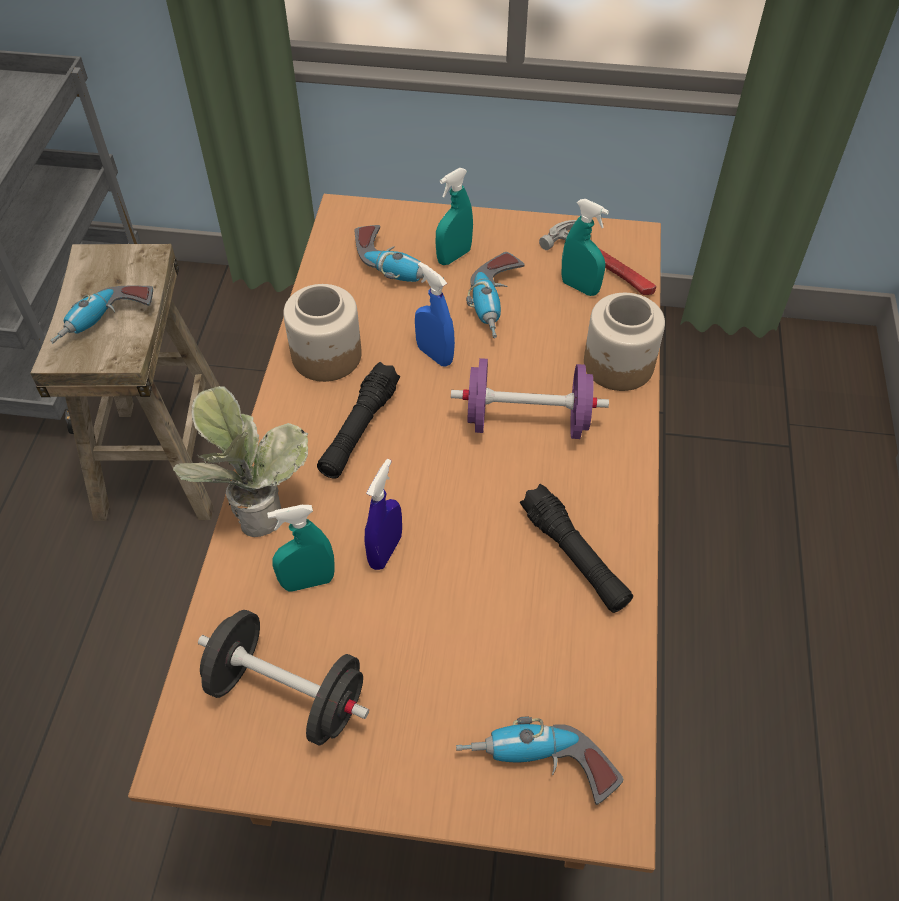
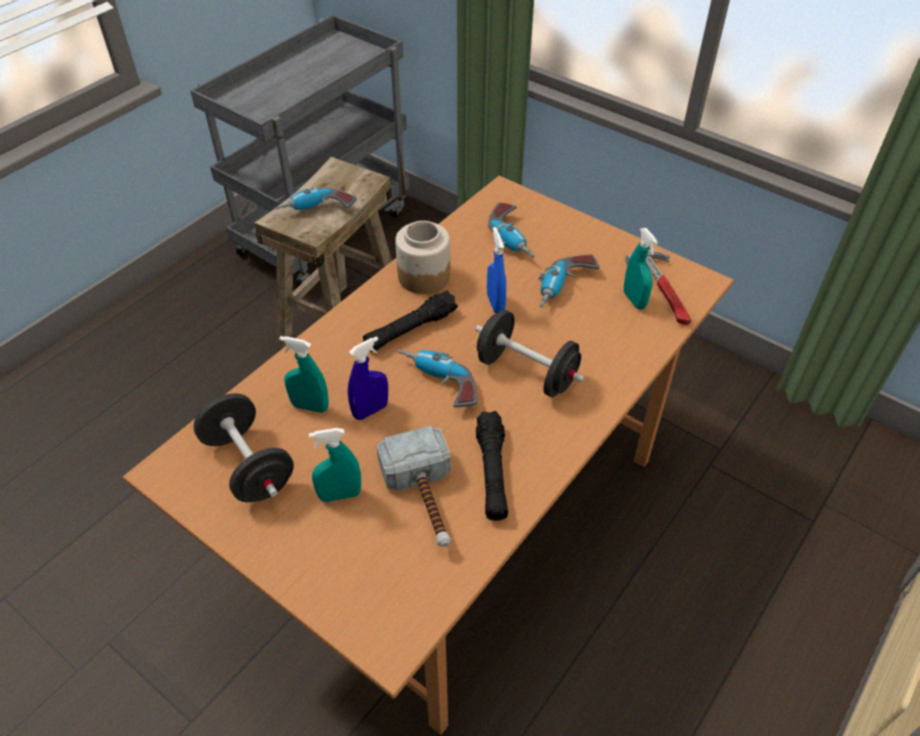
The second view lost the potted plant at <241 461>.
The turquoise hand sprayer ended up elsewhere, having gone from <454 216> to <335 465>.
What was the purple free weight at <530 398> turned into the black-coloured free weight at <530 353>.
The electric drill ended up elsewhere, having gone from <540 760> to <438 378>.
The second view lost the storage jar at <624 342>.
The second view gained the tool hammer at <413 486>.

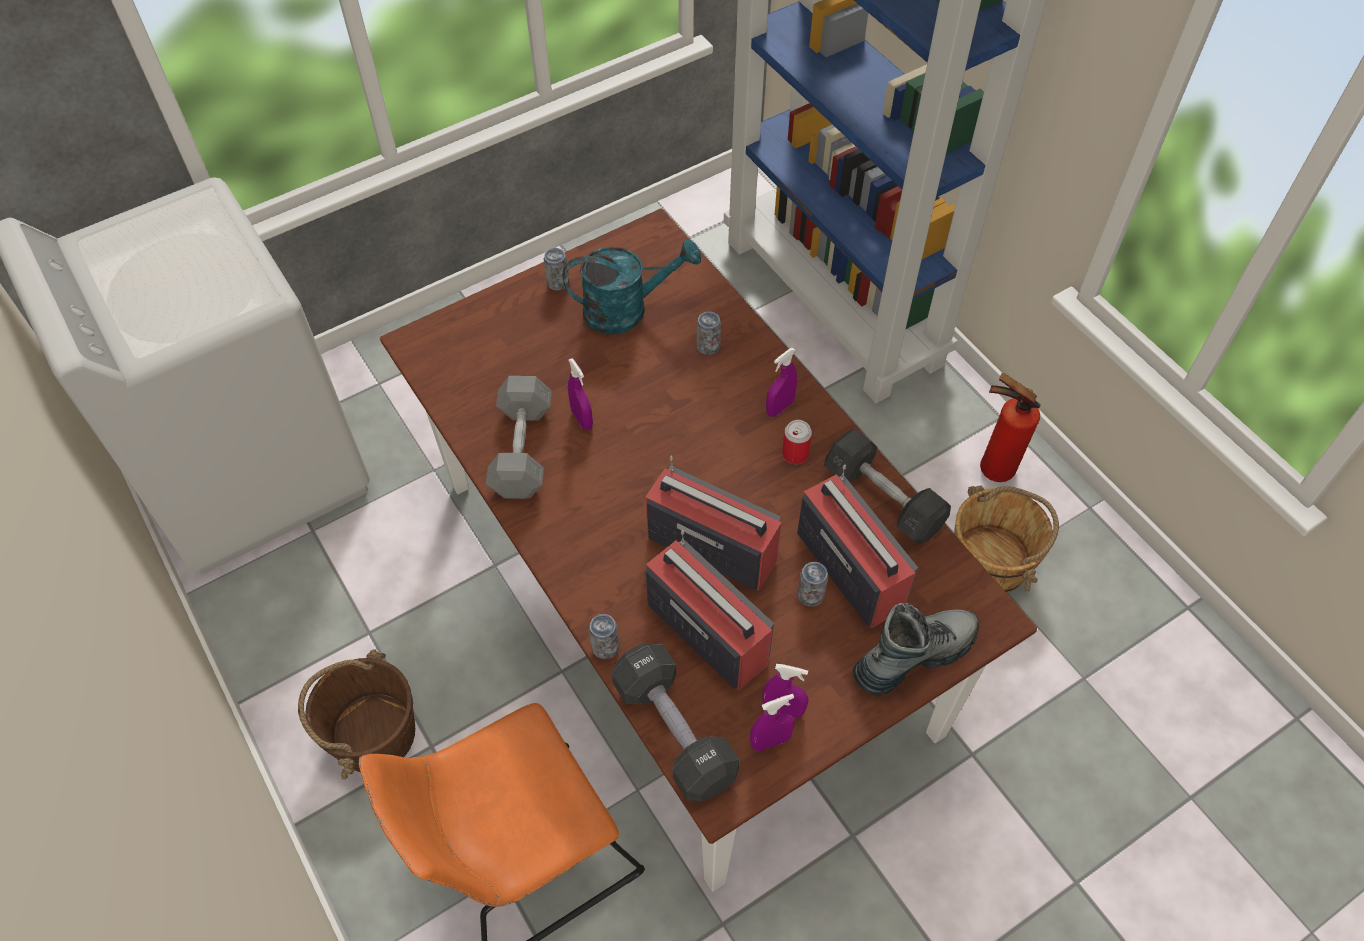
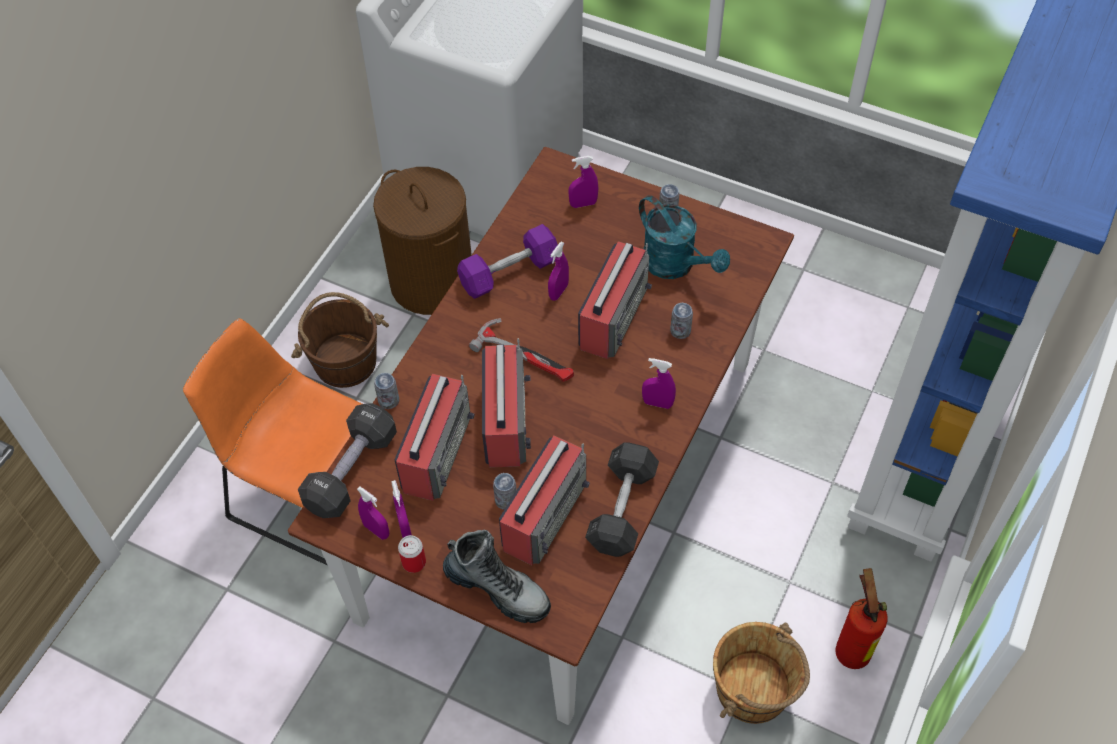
What was the gray free weight at <519 437> turned into the purple free weight at <507 261>.
The metal can ended up elsewhere, having gone from <797 442> to <412 554>.
The second view gained the brownish washing basket at <422 241>.
The second view gained the tool hammer at <521 350>.
The second view gained the purple hand sprayer at <583 182>.
The second view gained the radio at <615 300>.

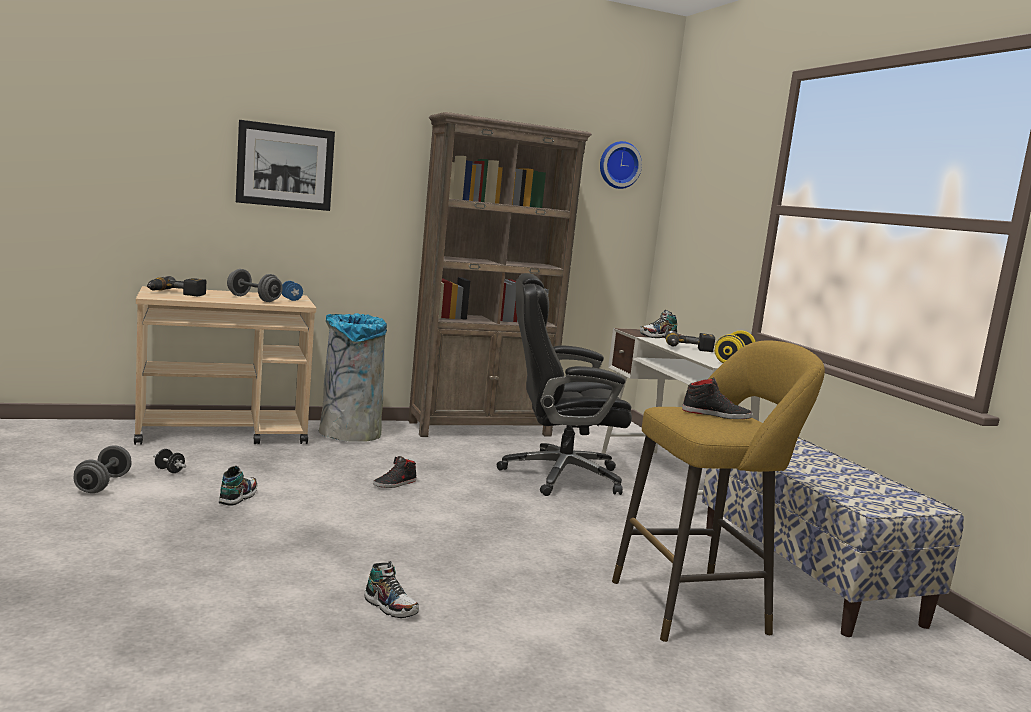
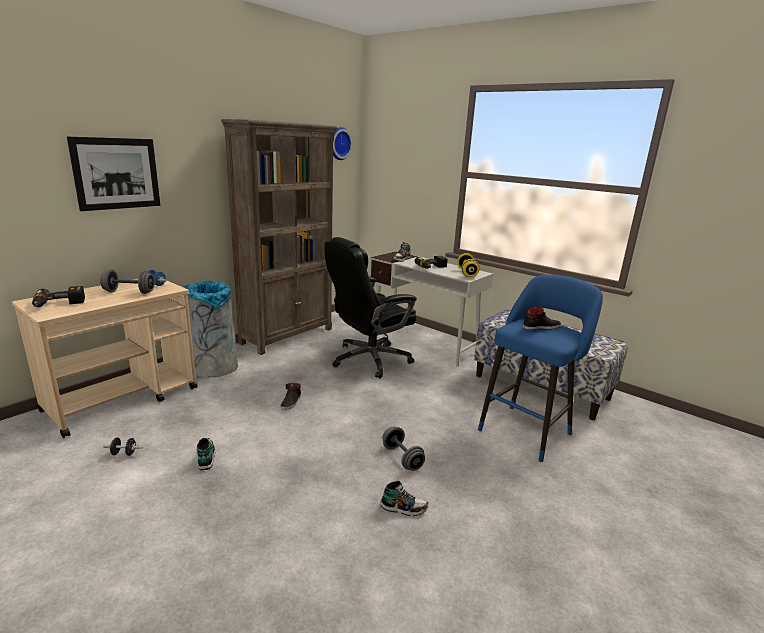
The gray free weight ended up elsewhere, having gone from <103 469> to <403 449>.
What was the yellow-coloured sitting stool at <718 491> turned into the blue sitting stool at <540 368>.

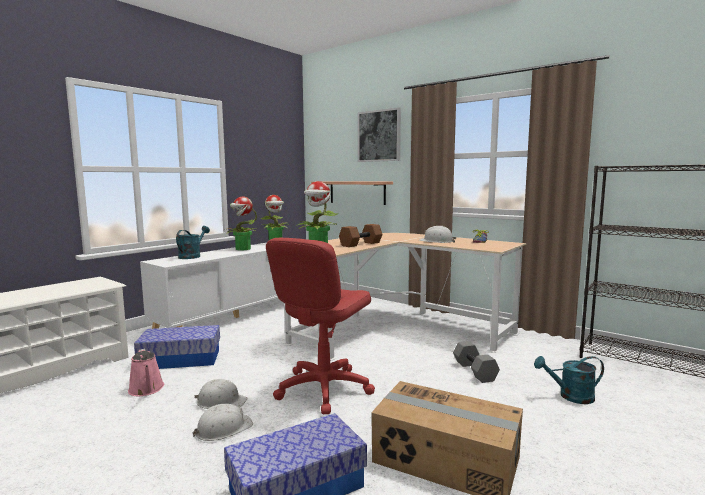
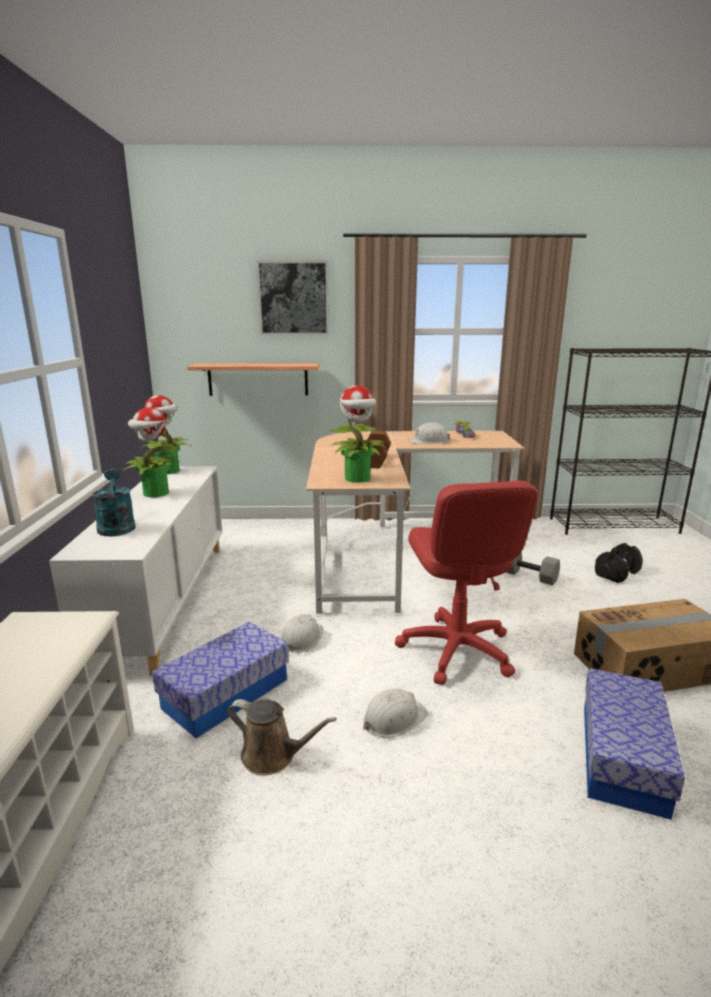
What was the pinkish watering can at <146 372> turned into the brownish watering can at <282 737>.
The white-coloured hard hat ended up elsewhere, having gone from <222 422> to <302 633>.
Where the turquoise watering can stood at <569 380>, the black-coloured free weight came to stand at <619 563>.

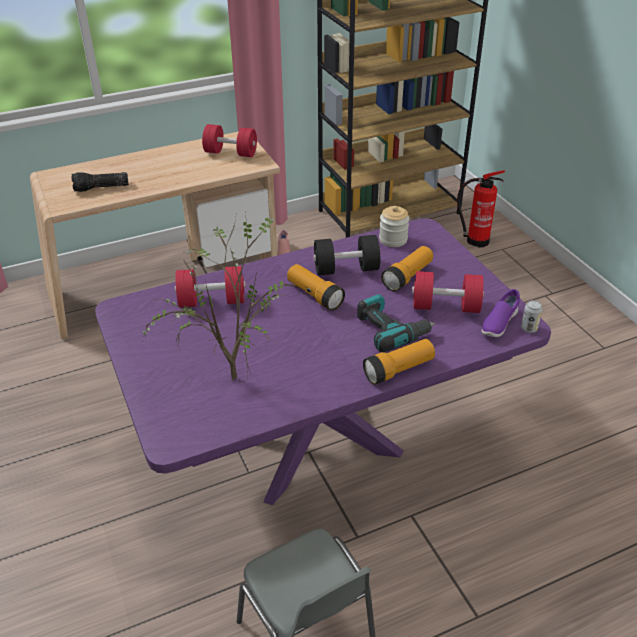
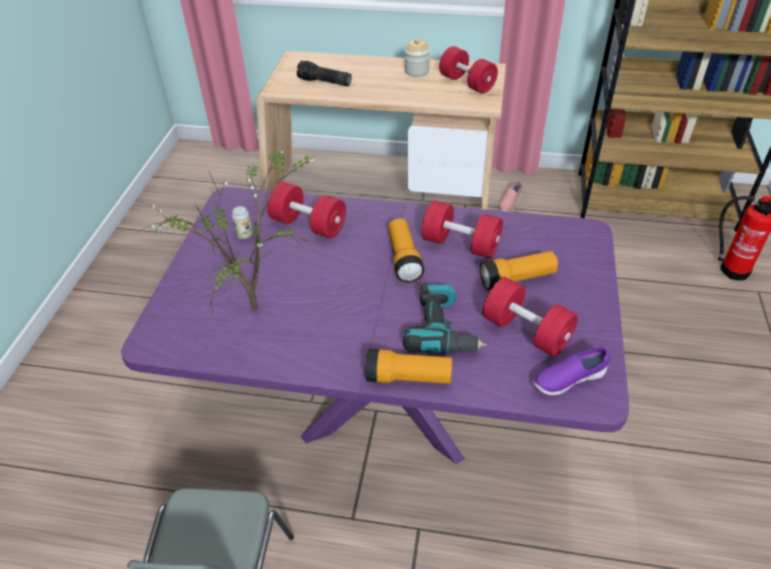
What was the black-coloured free weight at <346 255> turned into the red-coloured free weight at <462 229>.
The storage jar ended up elsewhere, having gone from <394 226> to <417 58>.
The metal can ended up elsewhere, having gone from <531 316> to <242 222>.

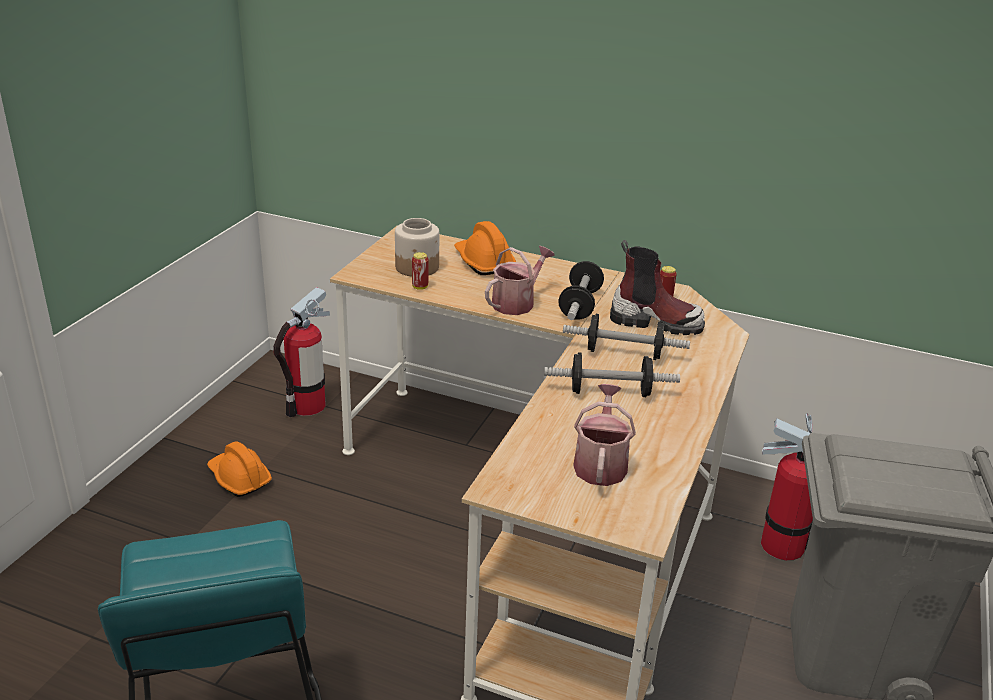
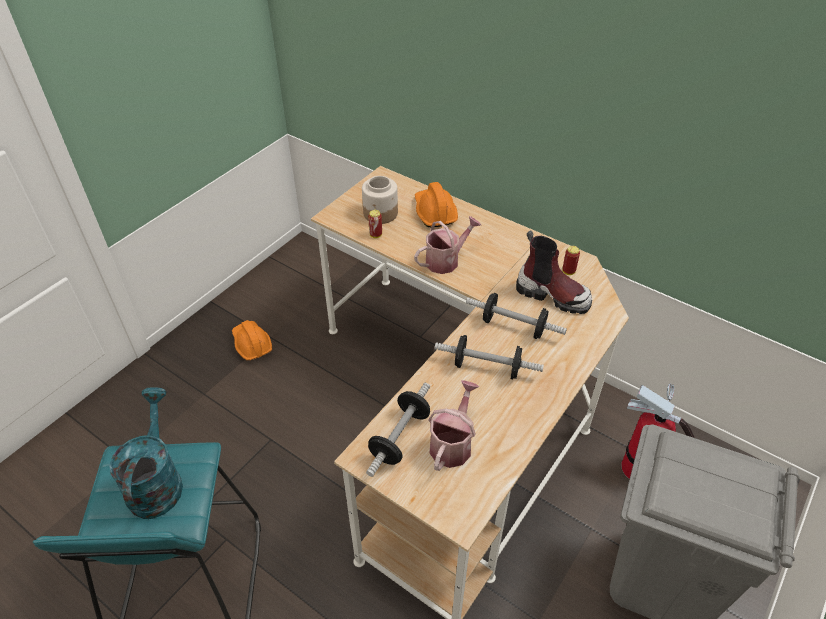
The second view lost the fire extinguisher at <301 352>.
The free weight ended up elsewhere, having gone from <581 290> to <398 430>.
The second view gained the turquoise watering can at <146 453>.

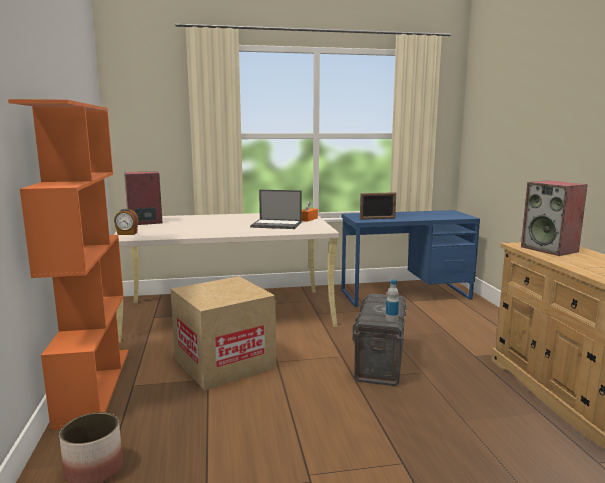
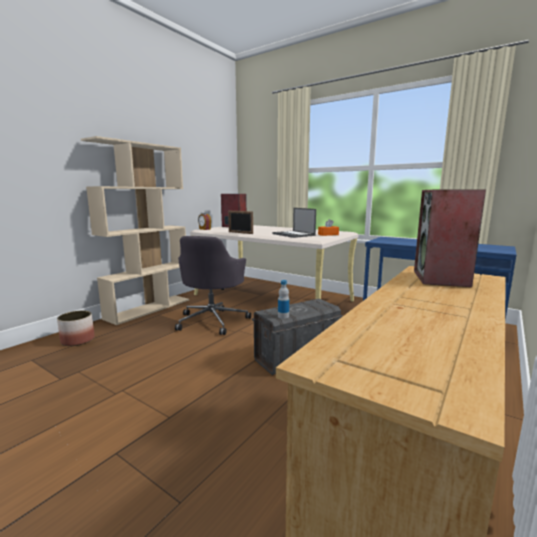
What was the orange-coloured bookcase at <68 264> turned into the sand-coloured bookcase at <135 230>.
Where the carton stood at <223 333>, the gray office chair came to stand at <213 285>.
The picture frame ended up elsewhere, having gone from <378 206> to <240 222>.

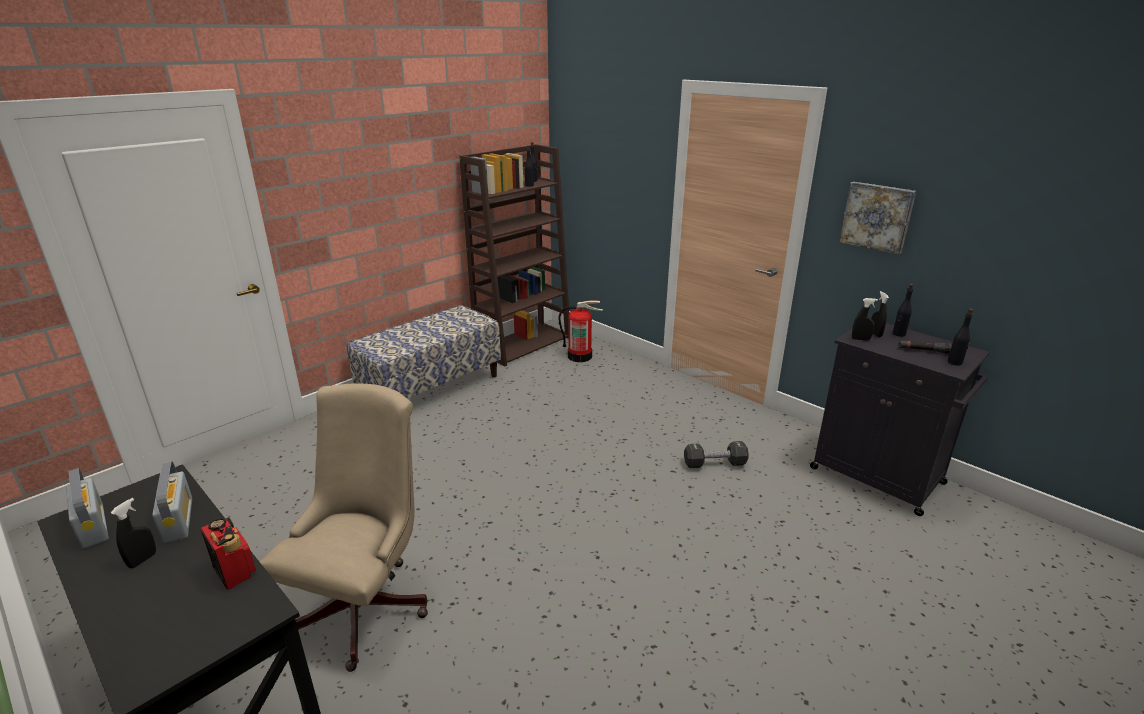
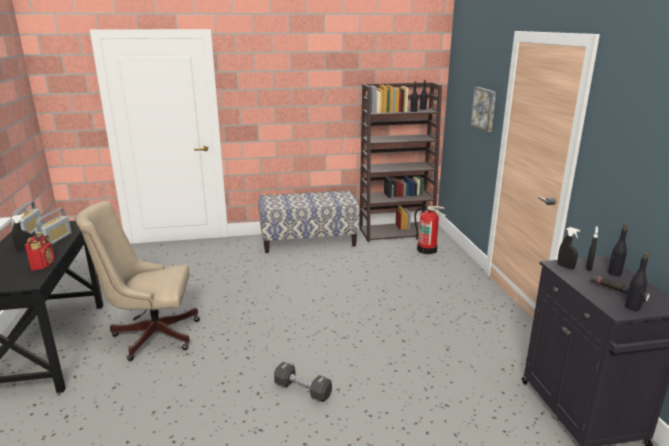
The sand-coloured office chair at <343 527> ended up facing another way, 150 degrees counterclockwise from before.
The black-coloured free weight ended up elsewhere, having gone from <716 454> to <303 382>.
The wall picture ended up elsewhere, having gone from <877 218> to <483 109>.

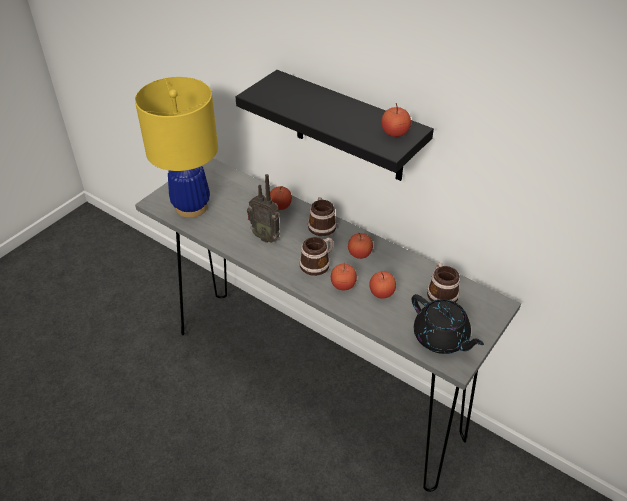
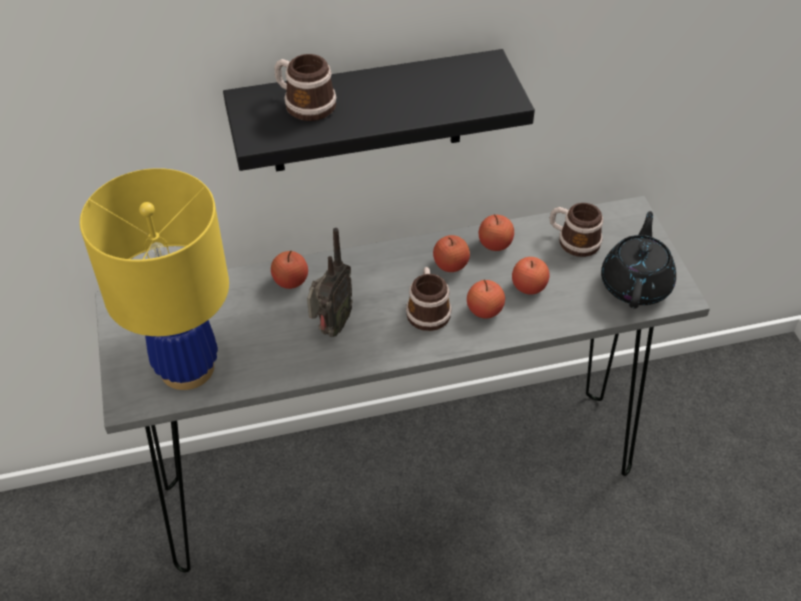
The radio at <263 208> ended up facing another way, 45 degrees counterclockwise from before.
The mug ended up elsewhere, having gone from <322 216> to <305 87>.
The whole apple ended up elsewhere, having gone from <396 120> to <496 232>.
The black-coloured tea pot at <448 324> ended up facing another way, 75 degrees counterclockwise from before.

